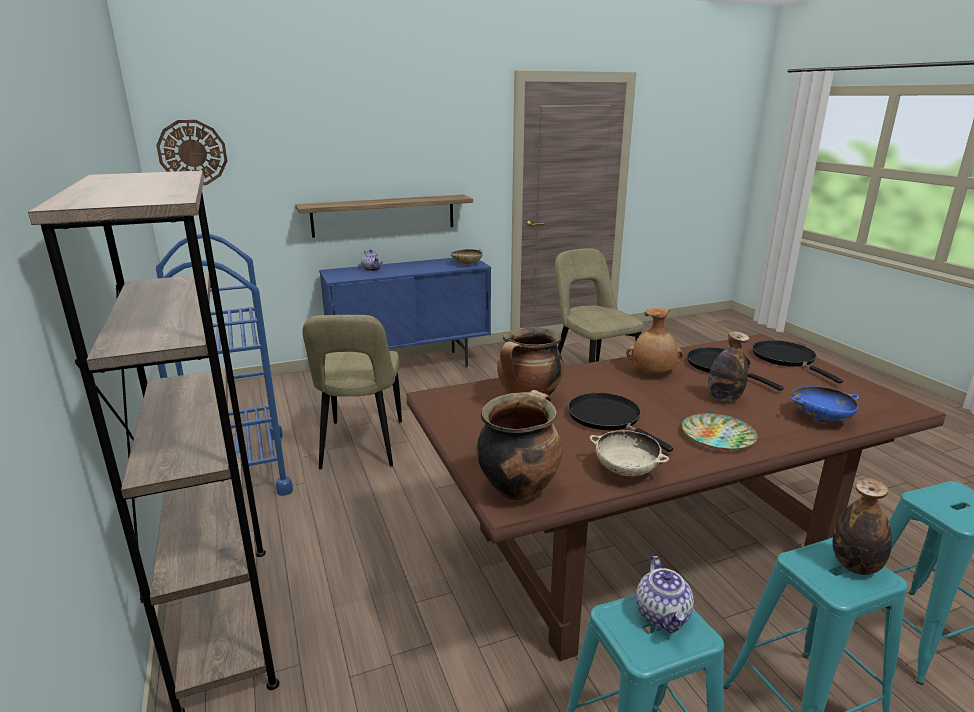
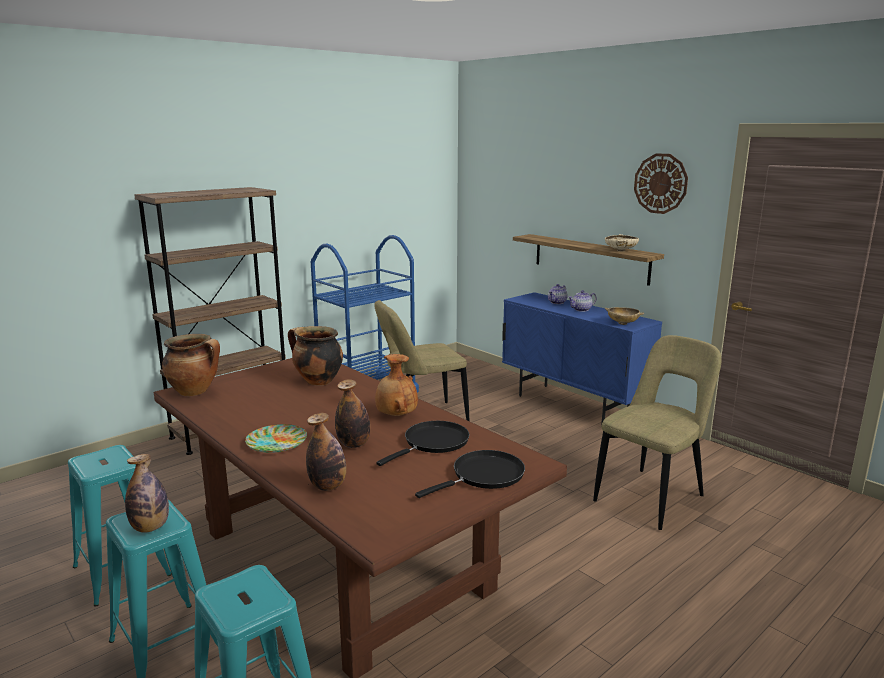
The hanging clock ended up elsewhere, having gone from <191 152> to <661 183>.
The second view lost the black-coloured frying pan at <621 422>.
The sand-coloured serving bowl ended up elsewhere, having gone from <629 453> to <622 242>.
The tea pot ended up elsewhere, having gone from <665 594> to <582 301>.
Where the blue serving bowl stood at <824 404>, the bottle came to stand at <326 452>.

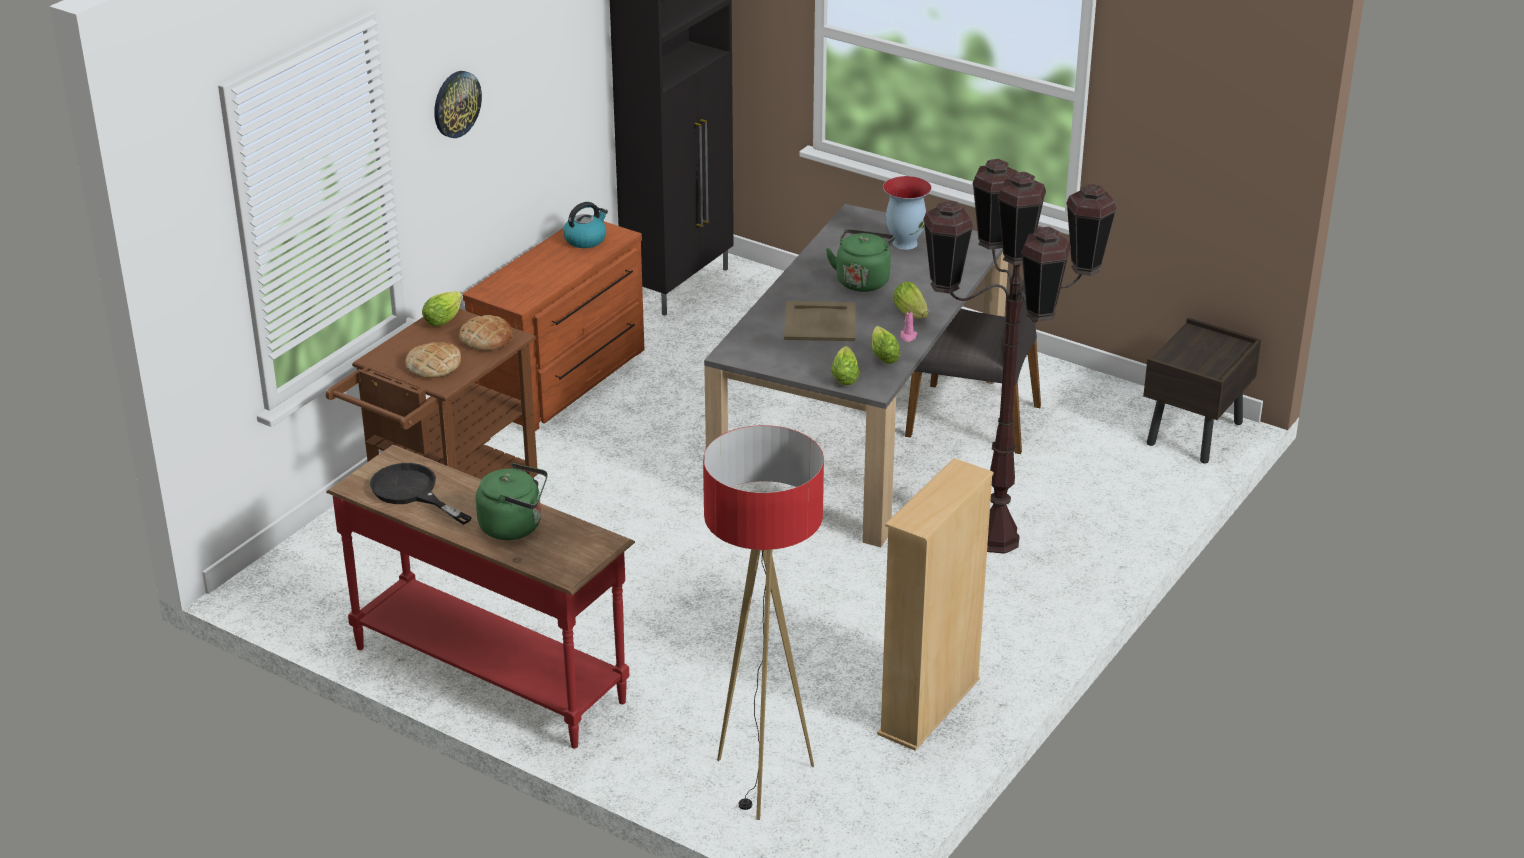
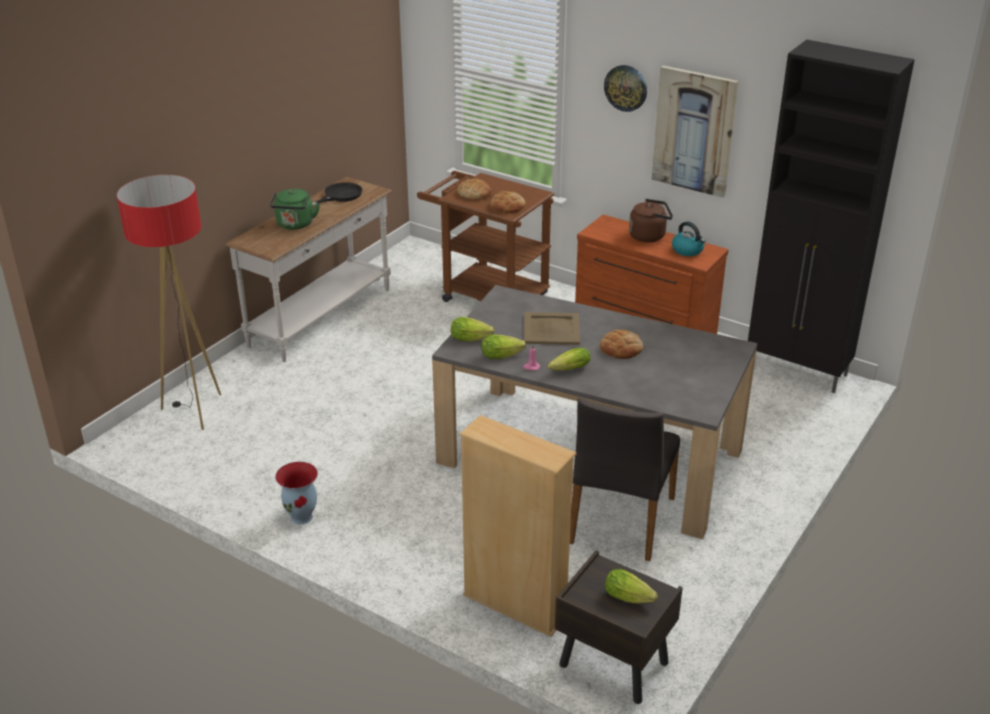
What was the red-coloured console table at <480 596> turned into the white-coloured console table at <308 269>.
The head of lettuce ended up elsewhere, having gone from <442 309> to <631 586>.
Where the green-coloured kettle stood at <860 260>, the bread came to stand at <621 344>.
The sand-coloured bookcase ended up elsewhere, having gone from <935 604> to <518 526>.
The flower vase ended up elsewhere, having gone from <907 213> to <296 493>.
The second view lost the brownish floor lamp at <1020 356>.
The second view gained the brownish kettle at <651 220>.
The second view gained the wall picture at <695 131>.

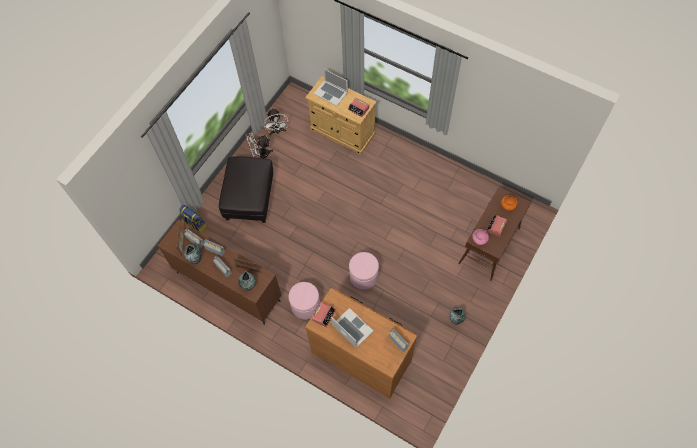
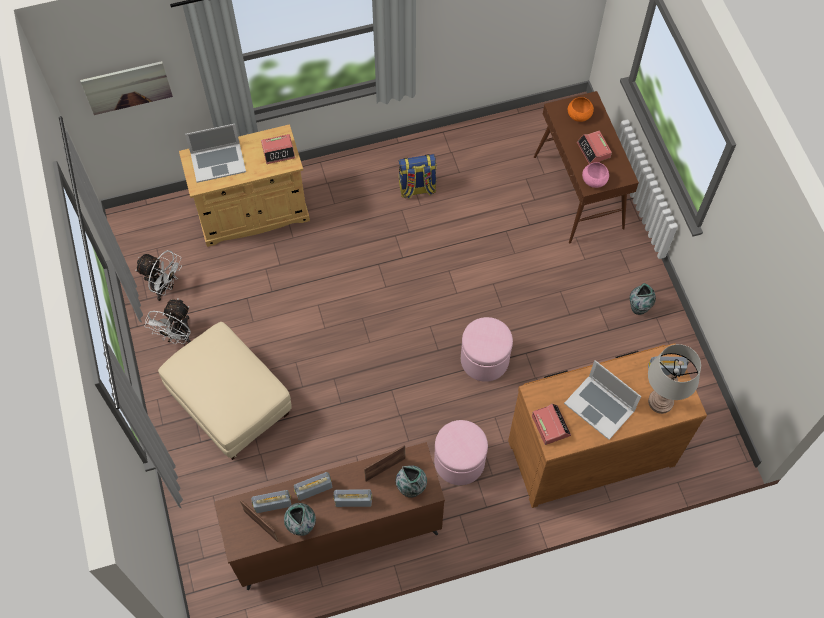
The backpack ended up elsewhere, having gone from <193 219> to <418 176>.
What was the black-coloured footrest at <246 189> turned into the sand-coloured footrest at <225 391>.
The portable computer at <352 328> ended up facing another way, 135 degrees counterclockwise from before.
The second view gained the wall picture at <126 88>.
The second view gained the gray table lamp at <674 379>.

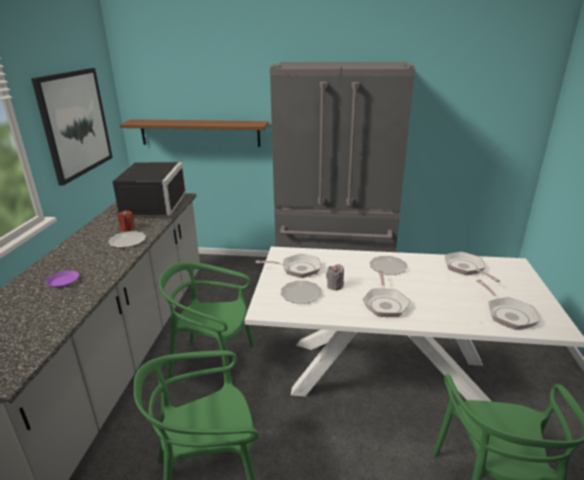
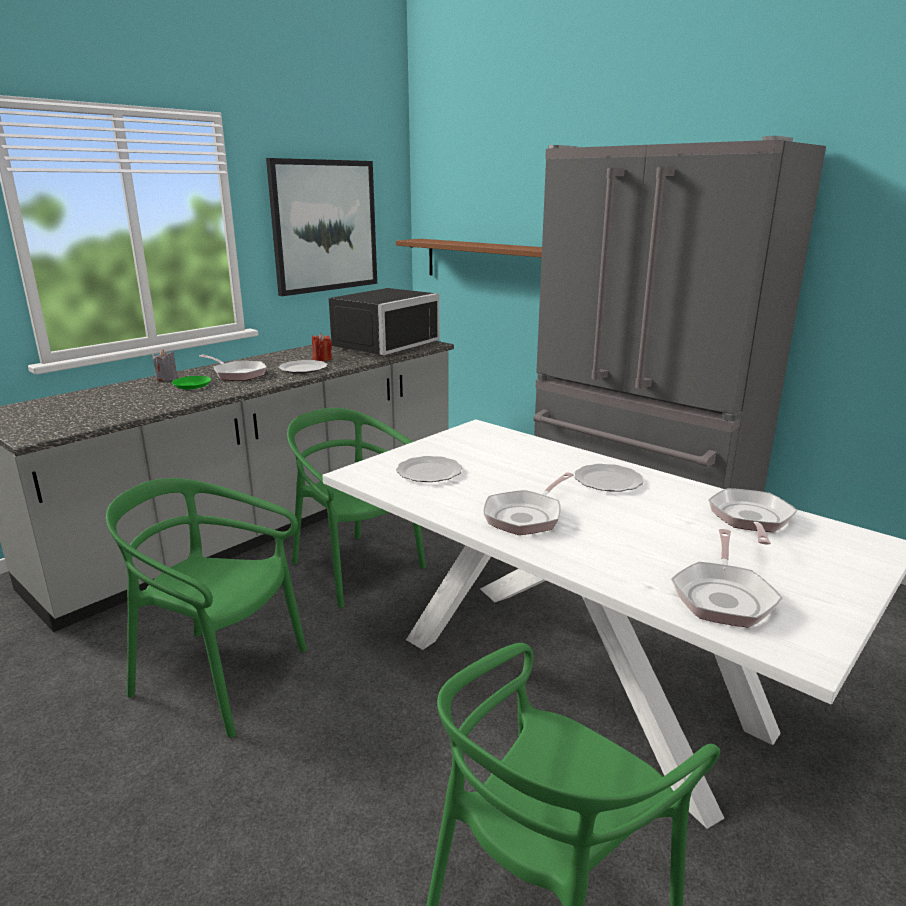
What was the purple flat dish at <62 279> turned into the green-coloured flat dish at <191 382>.
The frying pan ended up elsewhere, having gone from <288 266> to <233 368>.
The gray wax candle ended up elsewhere, having gone from <335 277> to <165 365>.

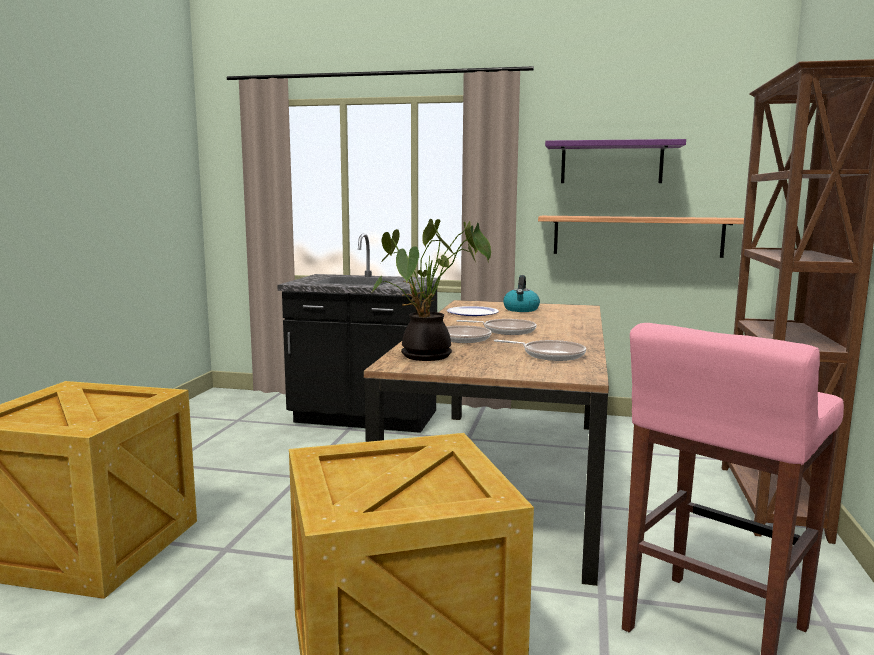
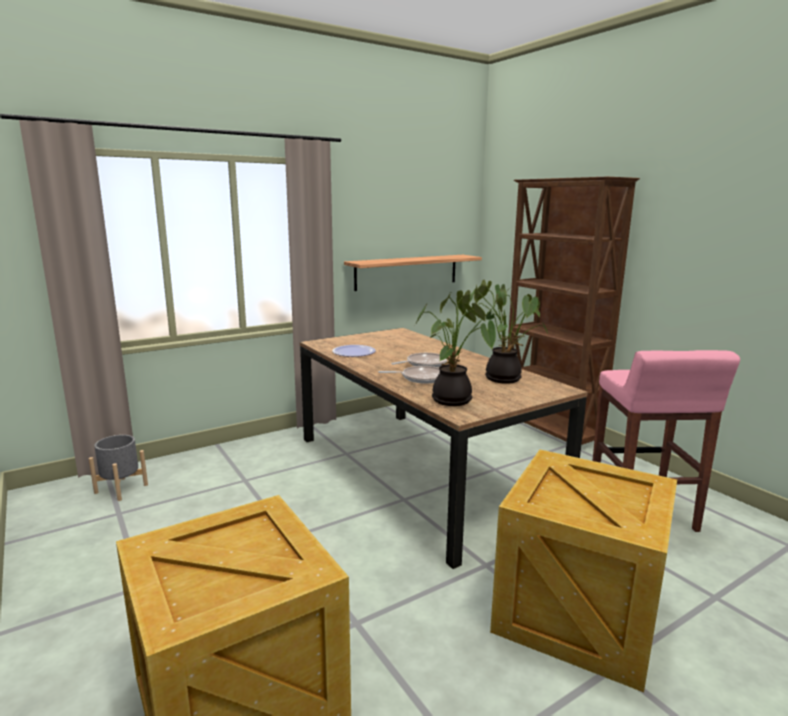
The second view lost the black-coloured kitchen base unit at <358 333>.
Where the frying pan stood at <540 350>, the potted plant came to stand at <509 332>.
The second view lost the kettle at <521 293>.
The second view lost the purple bracket shelf at <615 161>.
The second view gained the gray planter at <118 468>.

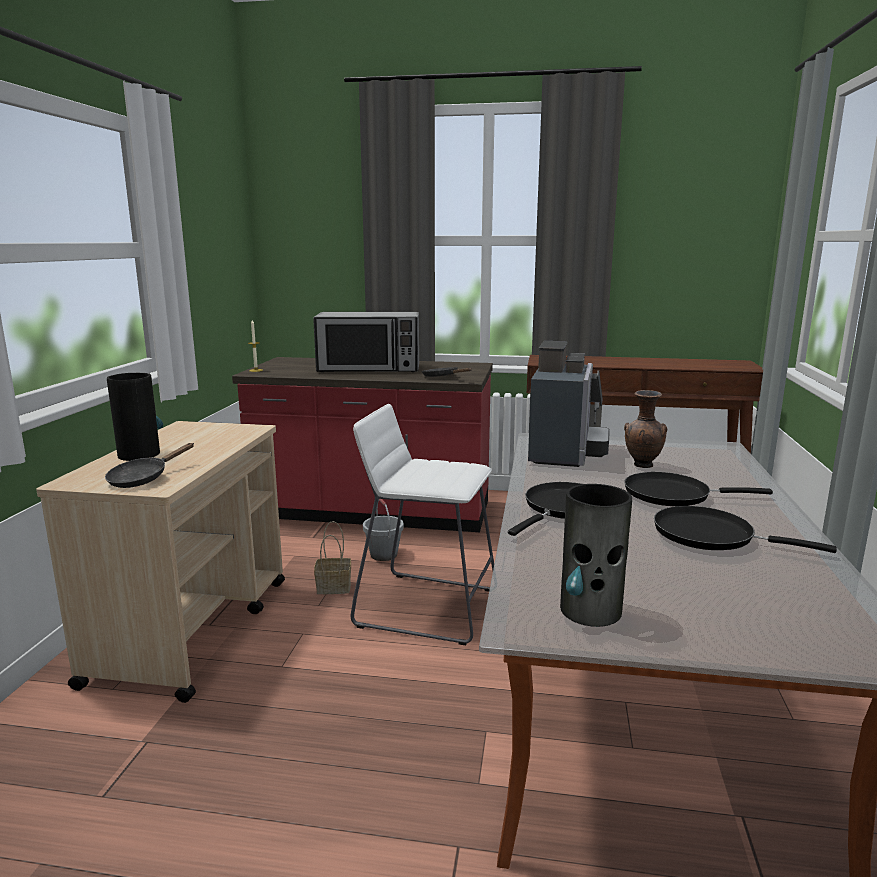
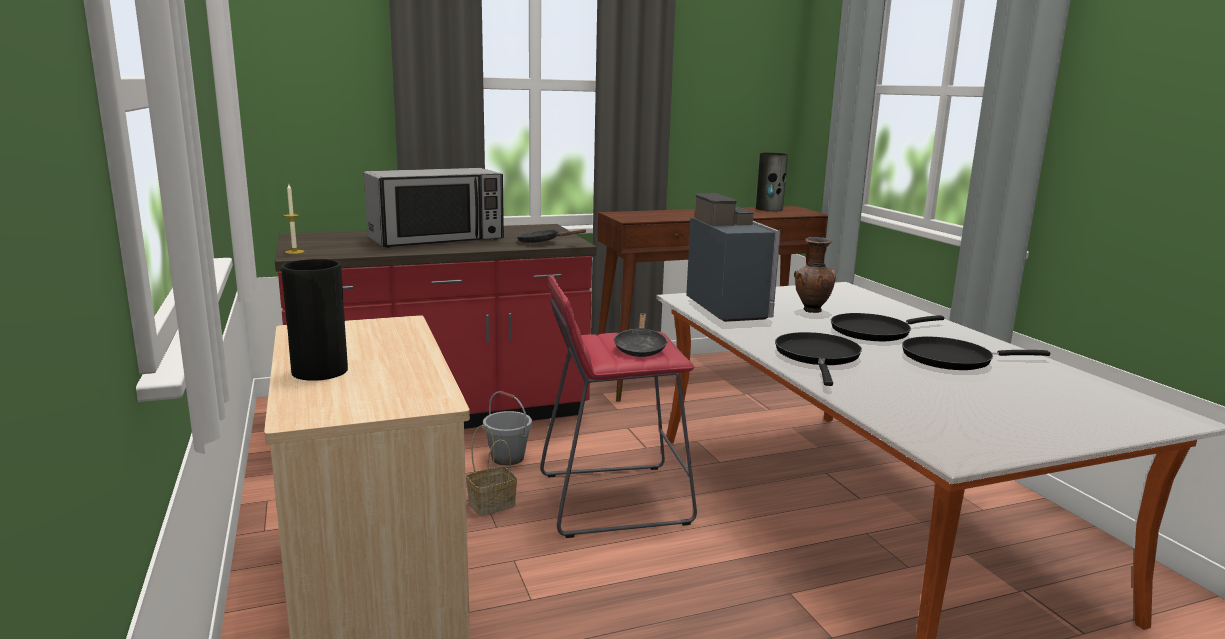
The black-coloured frying pan ended up elsewhere, having gone from <149 465> to <641 335>.
What was the white-coloured sitting stool at <422 524> turned into the red-coloured sitting stool at <618 406>.
The flower vase ended up elsewhere, having gone from <596 555> to <772 182>.

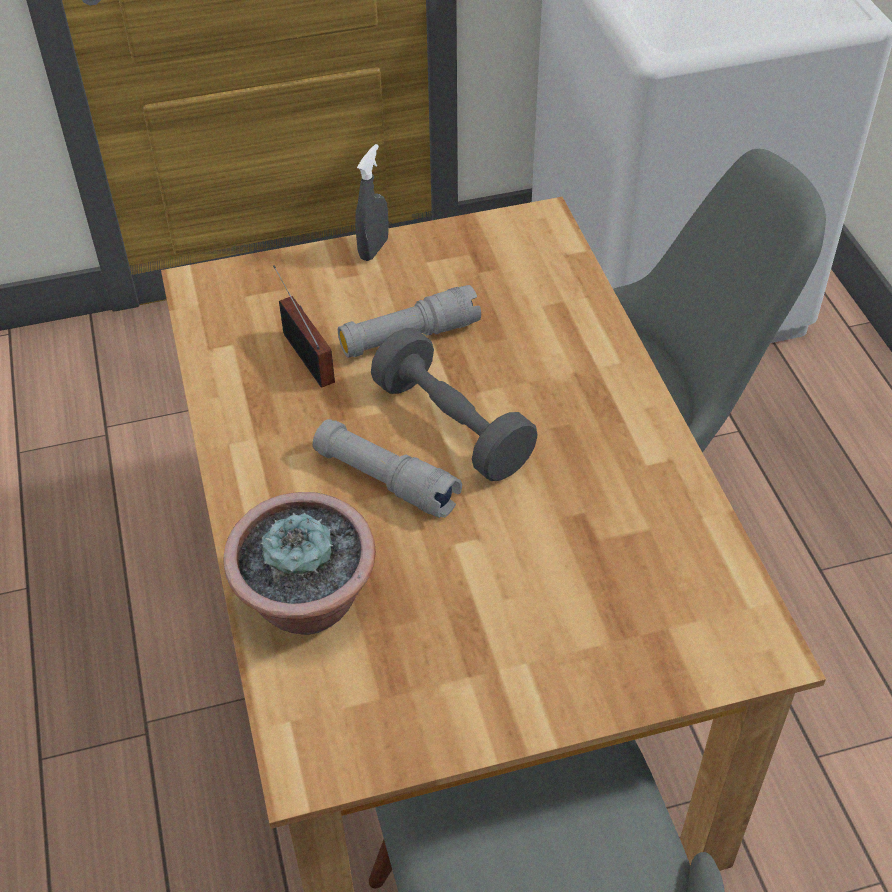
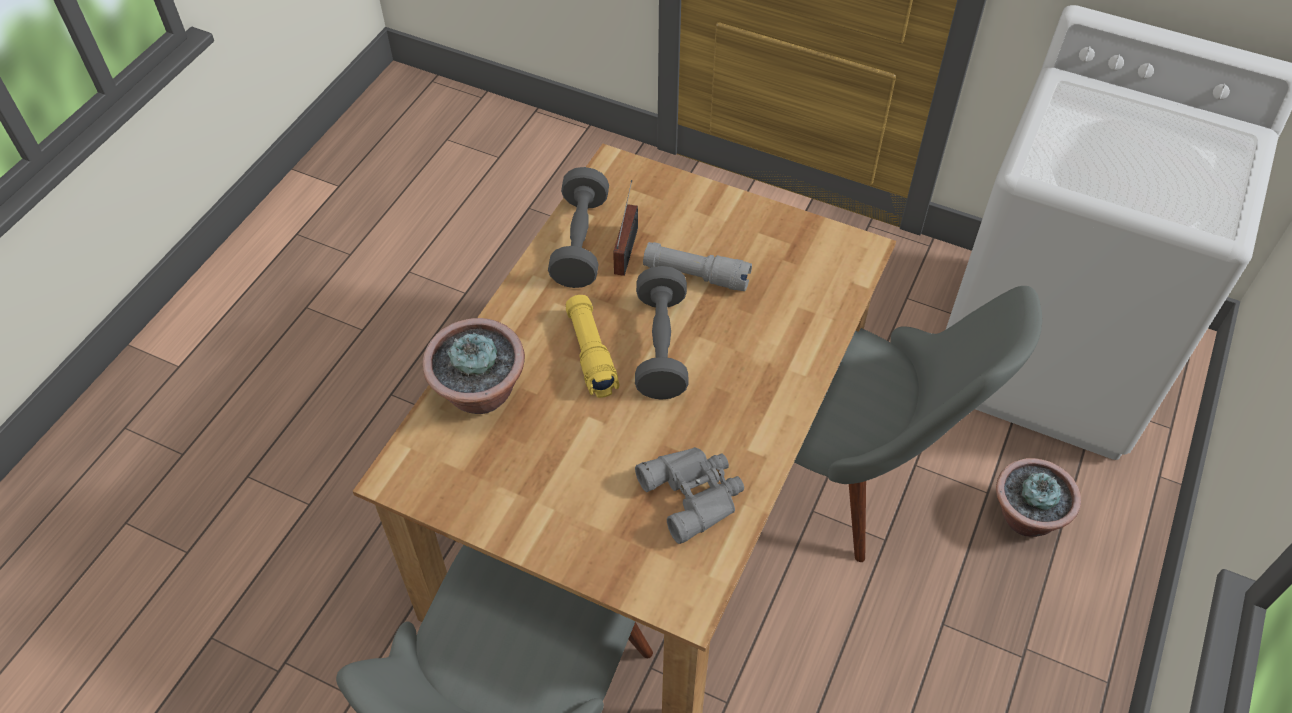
What was the gray hand torch at <387 468> turned into the yellow-coloured hand torch at <592 346>.
The second view lost the gray hand sprayer at <372 202>.
The second view gained the gray free weight at <578 227>.
The second view gained the gray field glasses at <689 495>.
The second view gained the potted plant at <1038 497>.

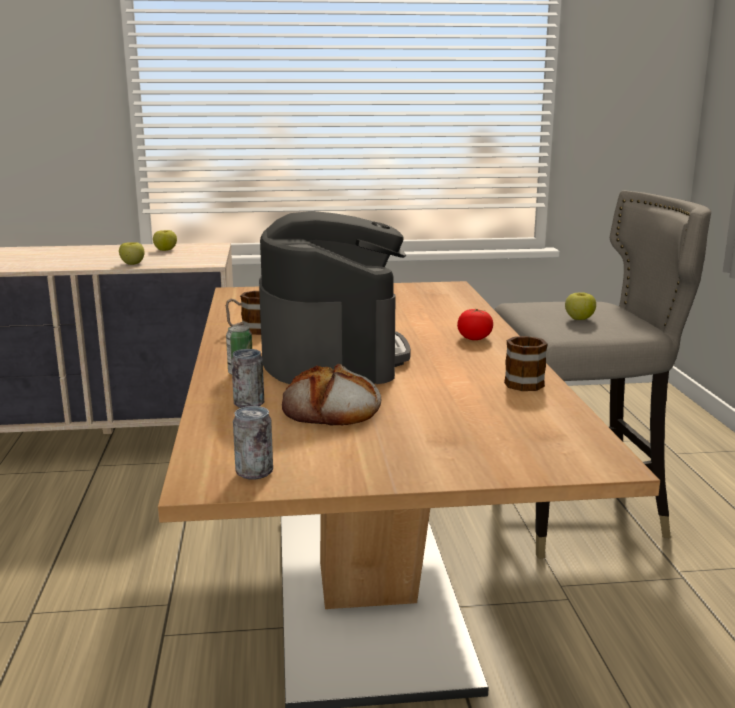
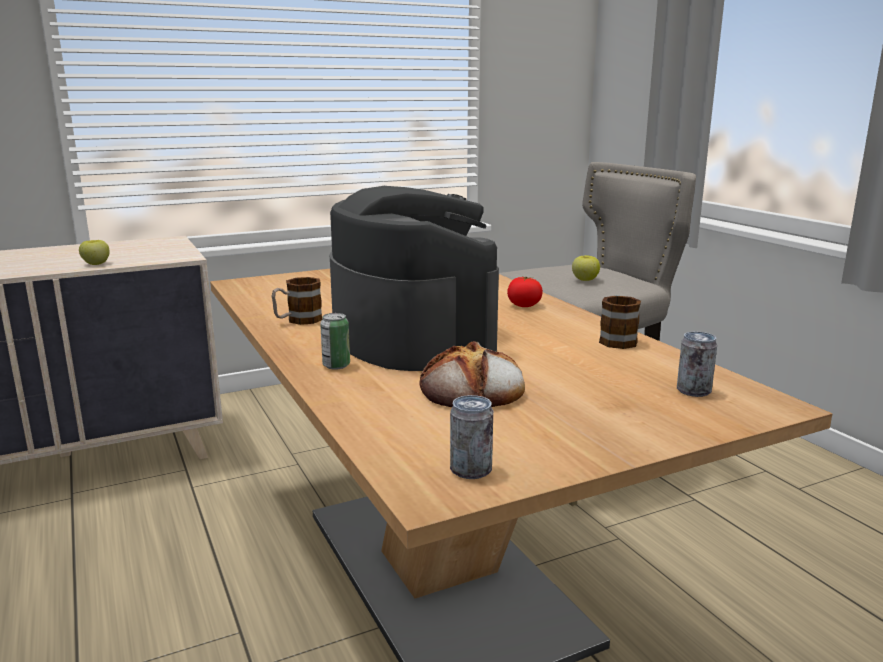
The second view lost the whole apple at <165 240>.
The metal can ended up elsewhere, having gone from <247 378> to <697 364>.

